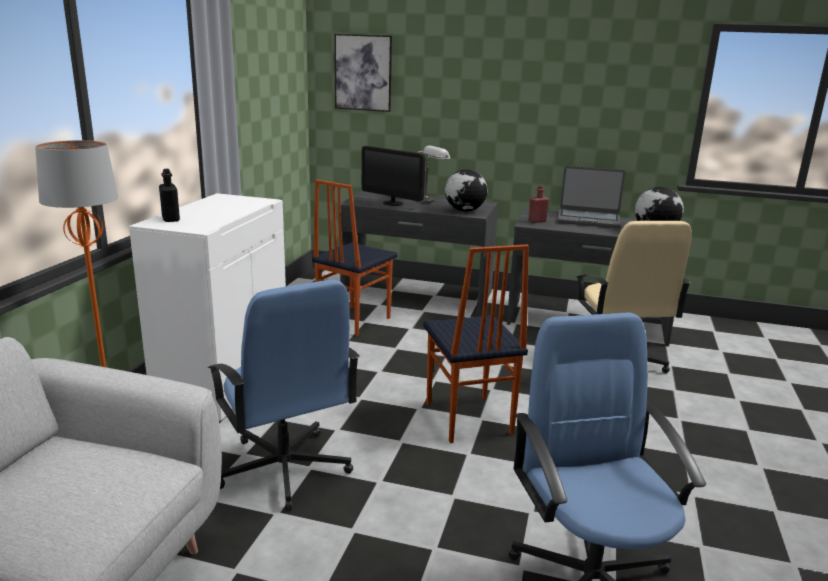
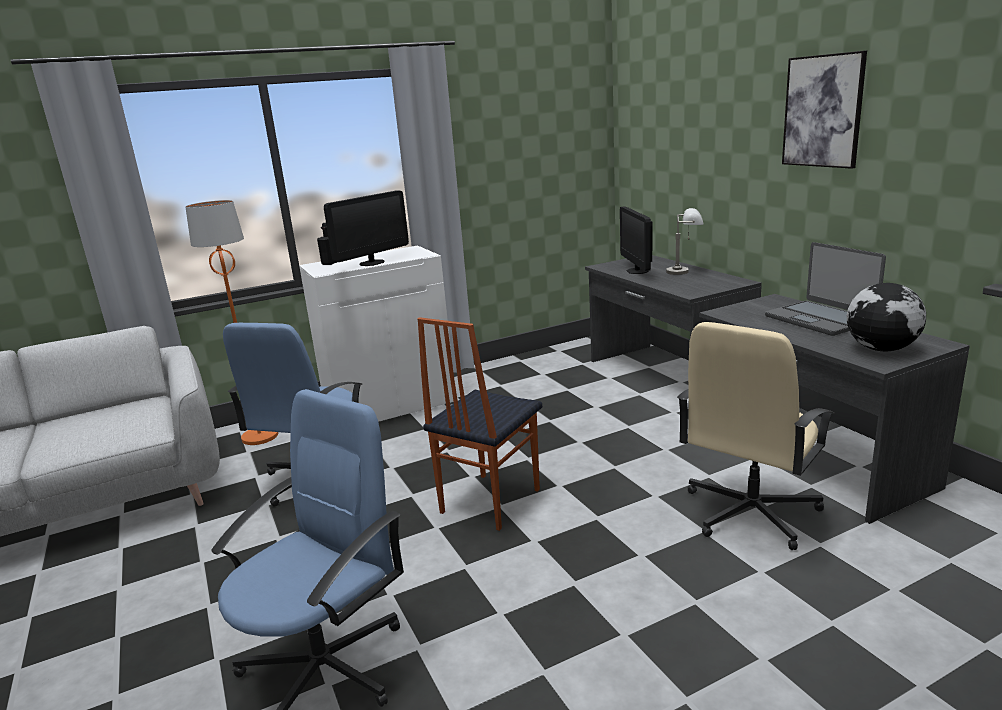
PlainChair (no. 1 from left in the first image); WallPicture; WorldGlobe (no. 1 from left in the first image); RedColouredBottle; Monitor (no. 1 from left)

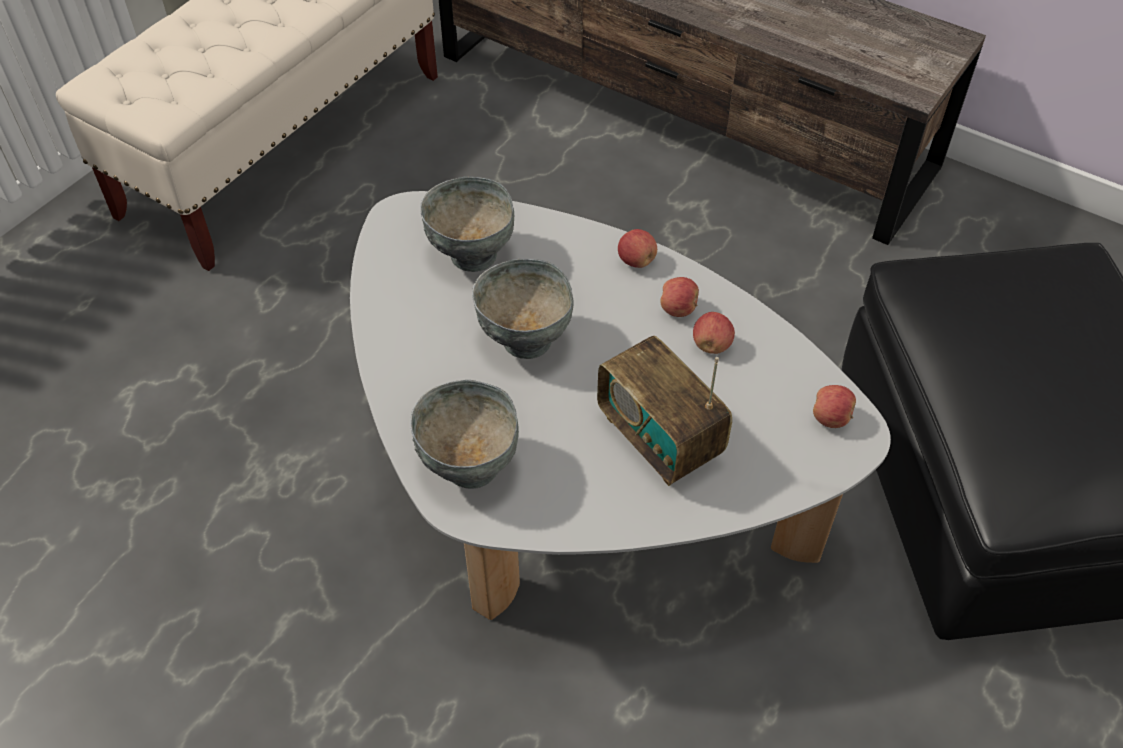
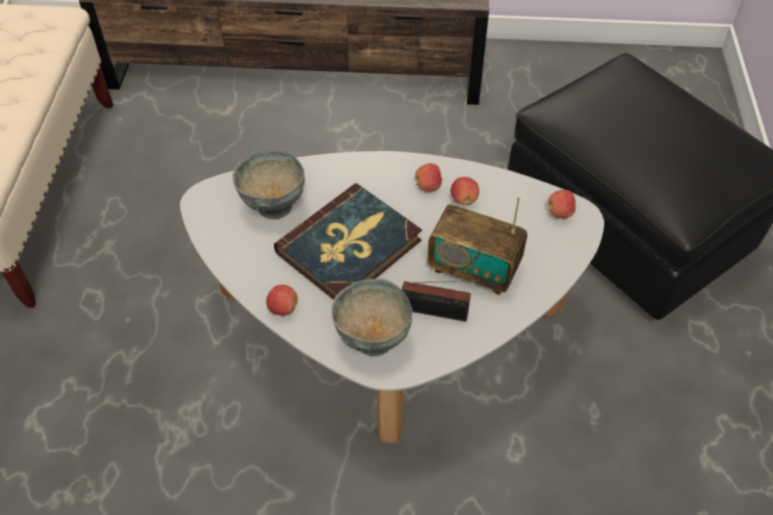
Volume; Apple (no. 1 from left); RadioReceiver (no. 1 from left)

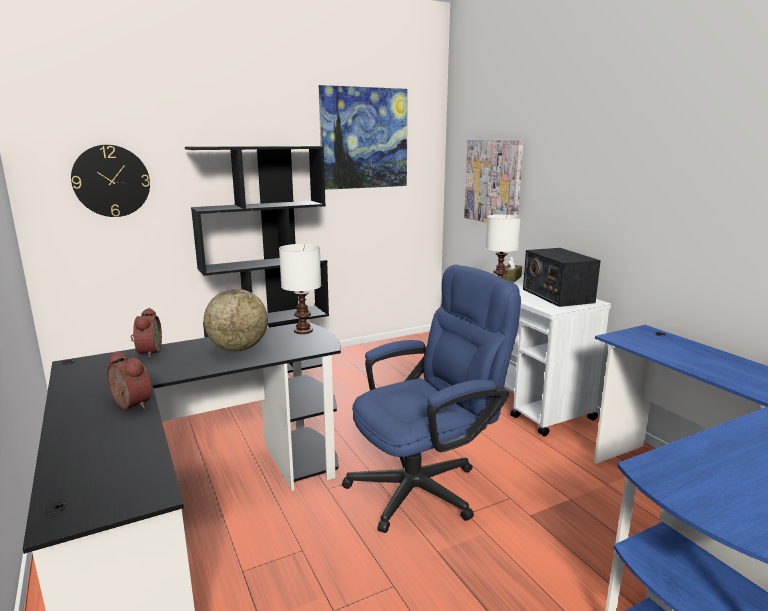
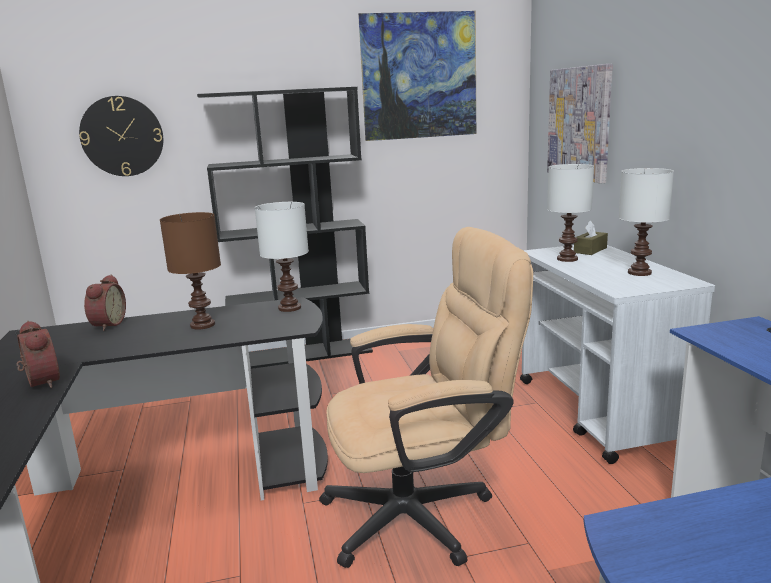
BrownColouredLampForATable; BeigeColouredDeskChair; WhiteColouredLampForATable (no. 3 from left)

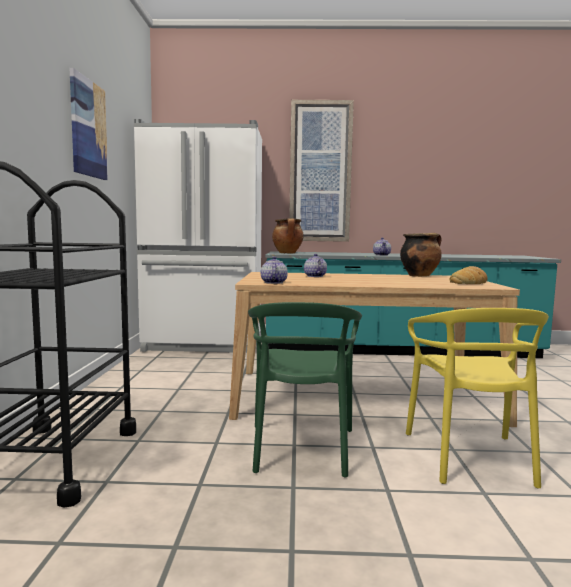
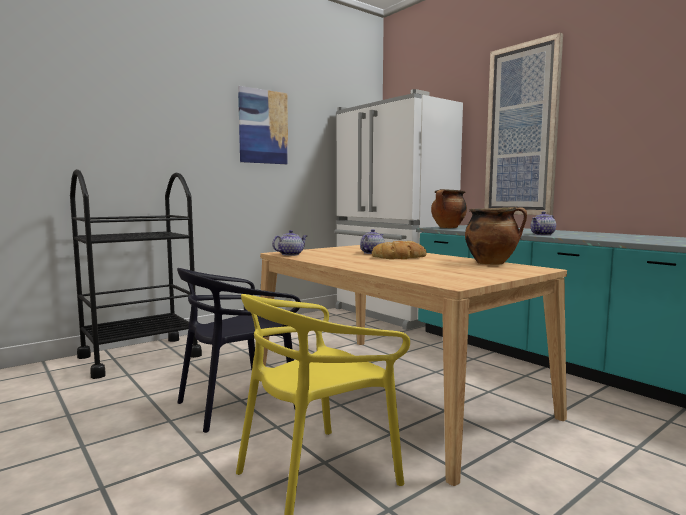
BlackishPlainChair; BakeryBread

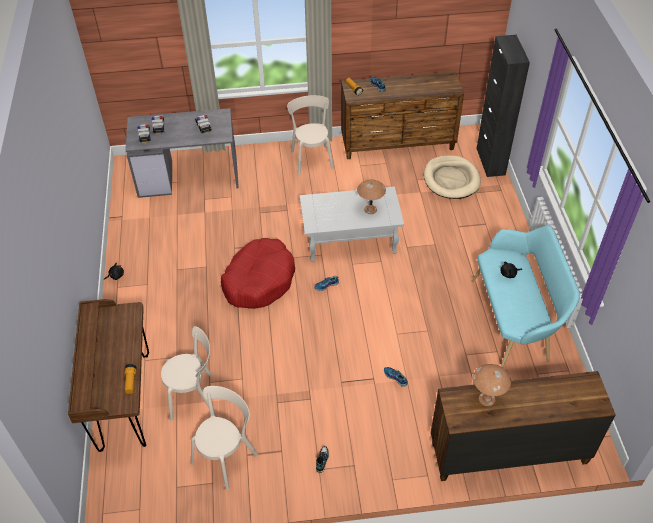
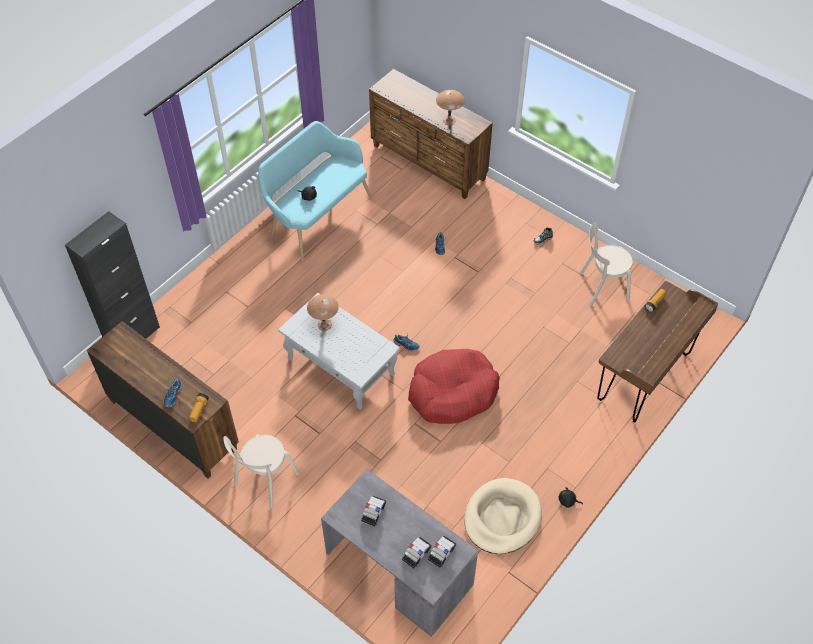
BeigeColouredPlainChair (no. 1 from left in the first image); BeigeColouredPetBed

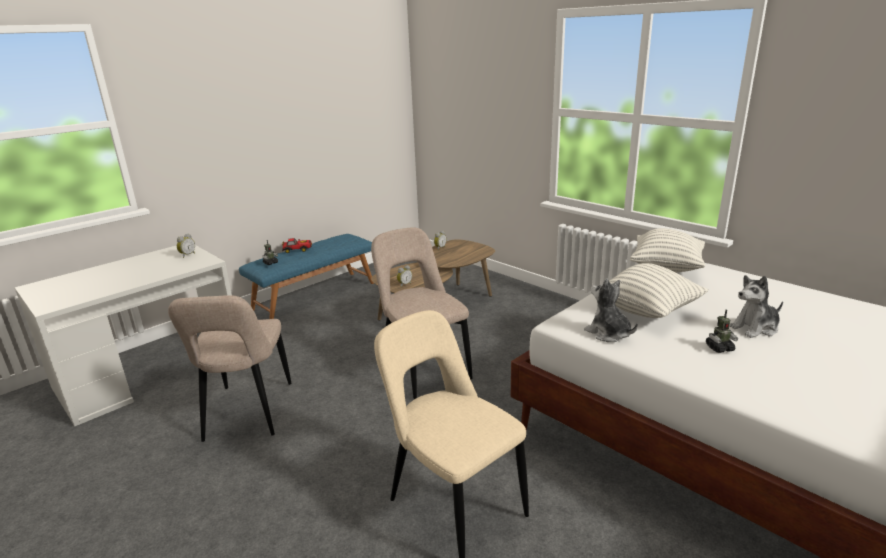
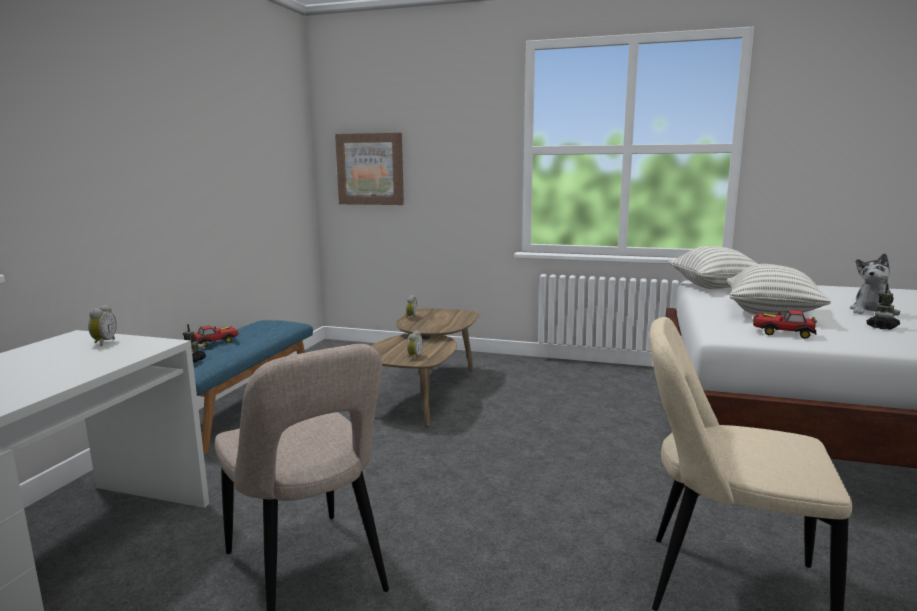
BeigeColouredPlainChair (no. 2 from left in the first image); ToyCar (no. 2 from left); WallPicture

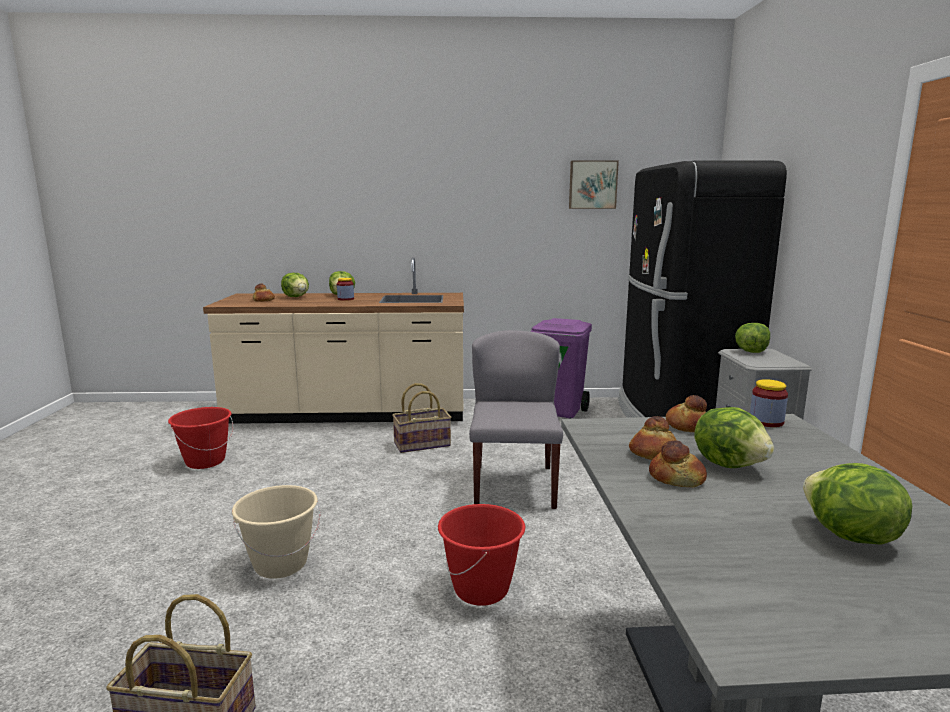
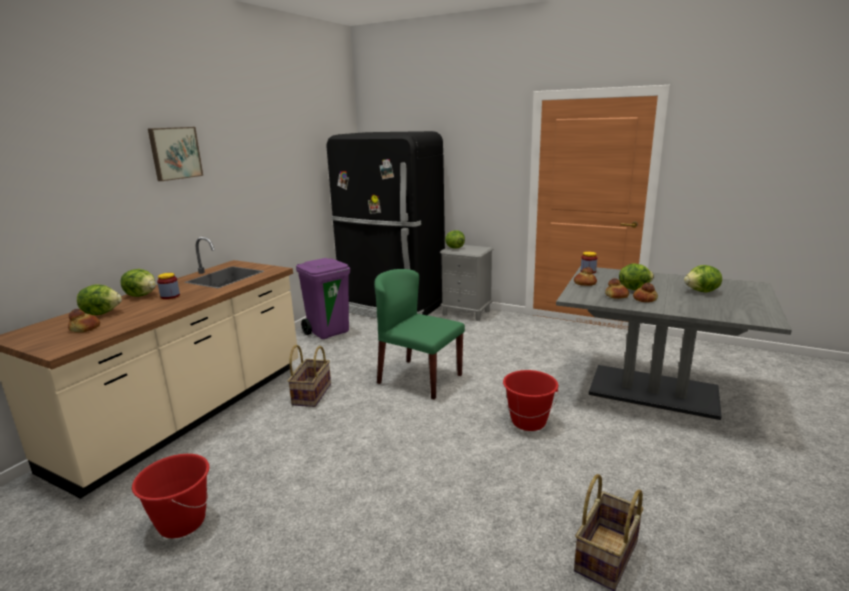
BeigeColouredWaterBucket; GreenishPlainChair; WallPicture

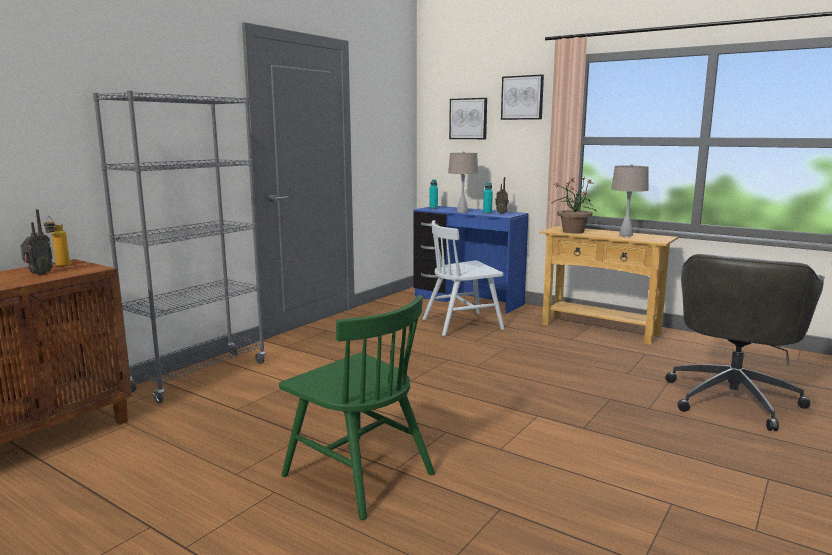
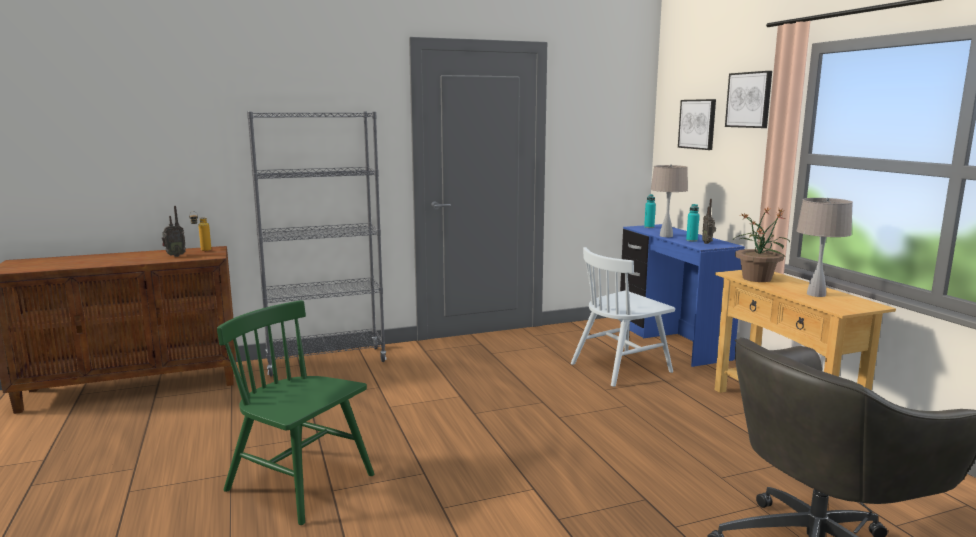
GreenishPlainChair; WhiteColouredPlainChair

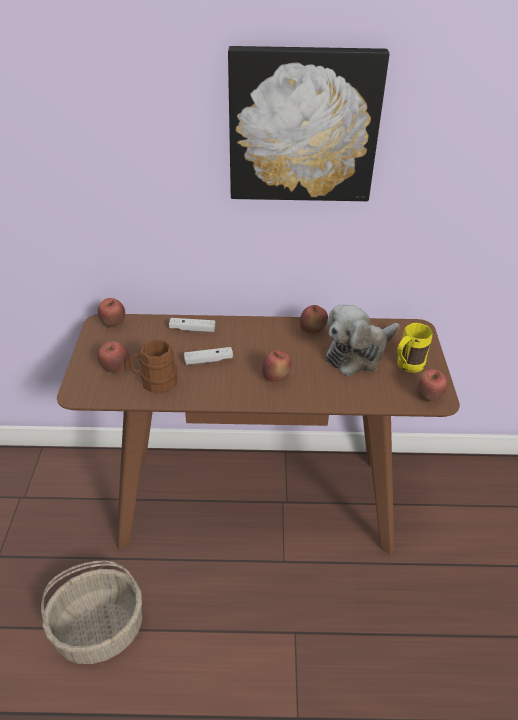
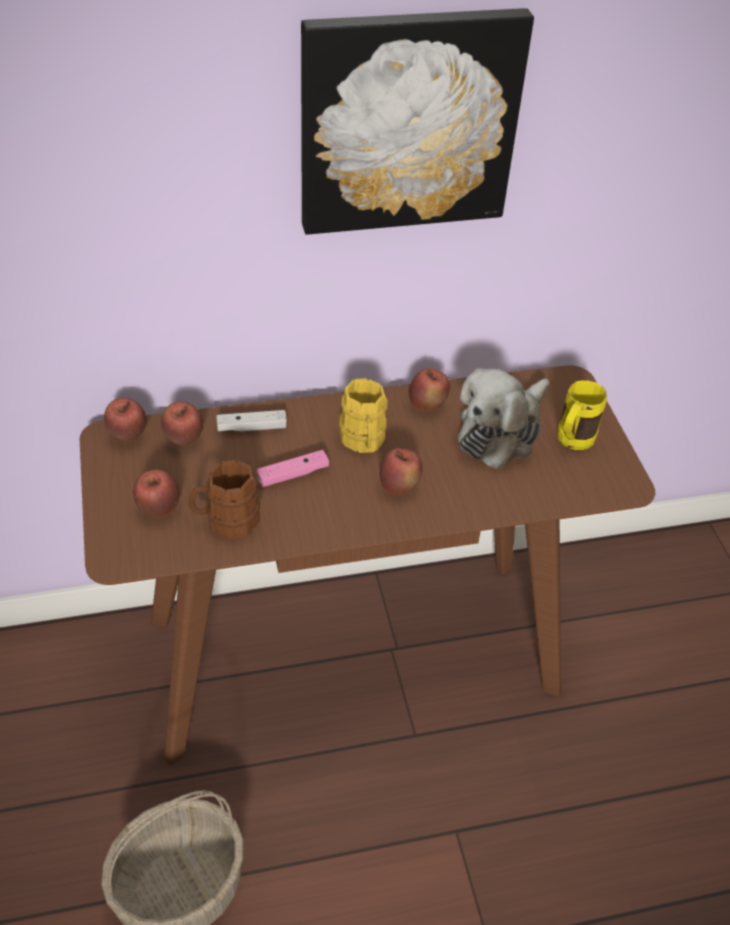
PinkColouredGameController; Apple (no. 3 from left); YellowishCoffeeMug (no. 1 from left)

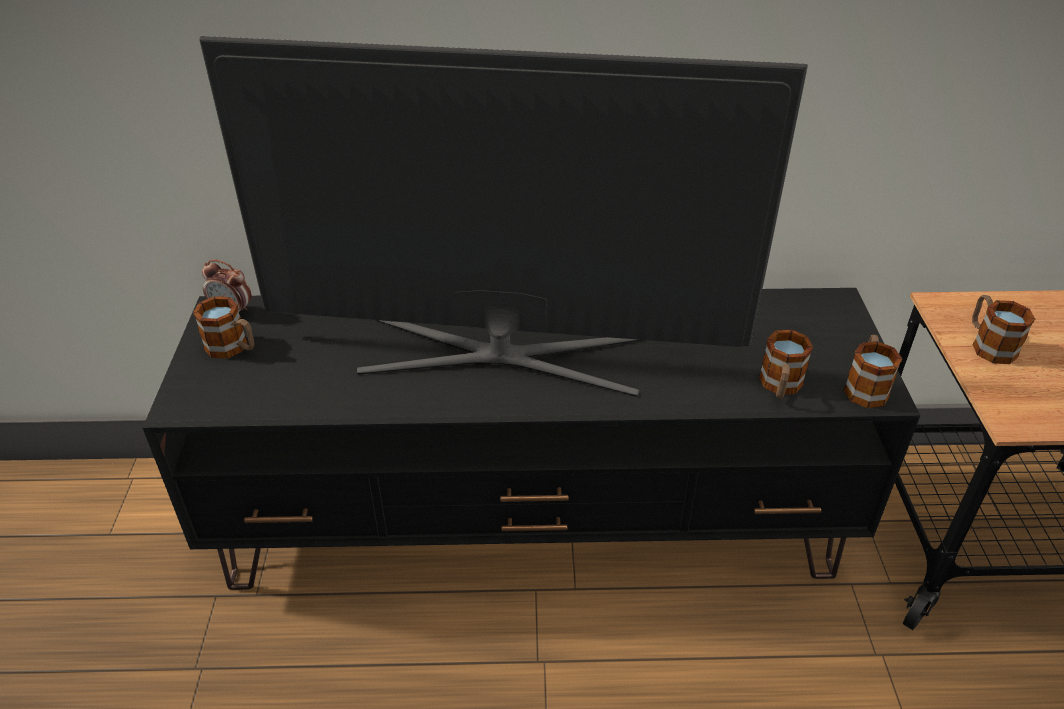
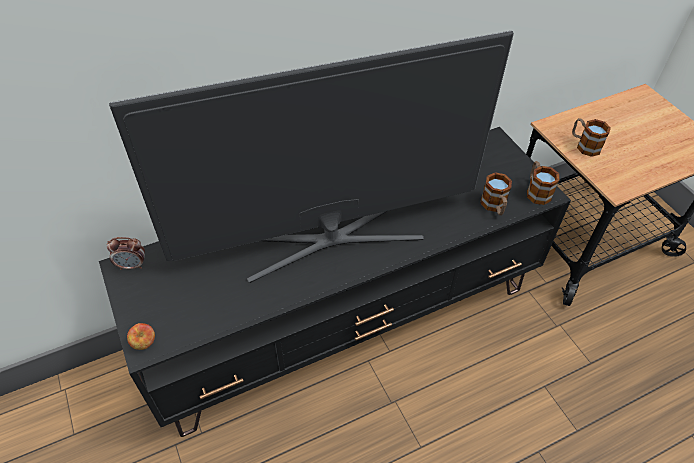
CoffeeMug (no. 1 from left in the first image); Apple

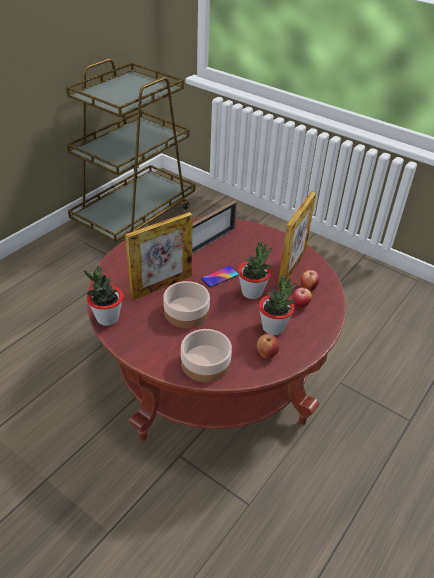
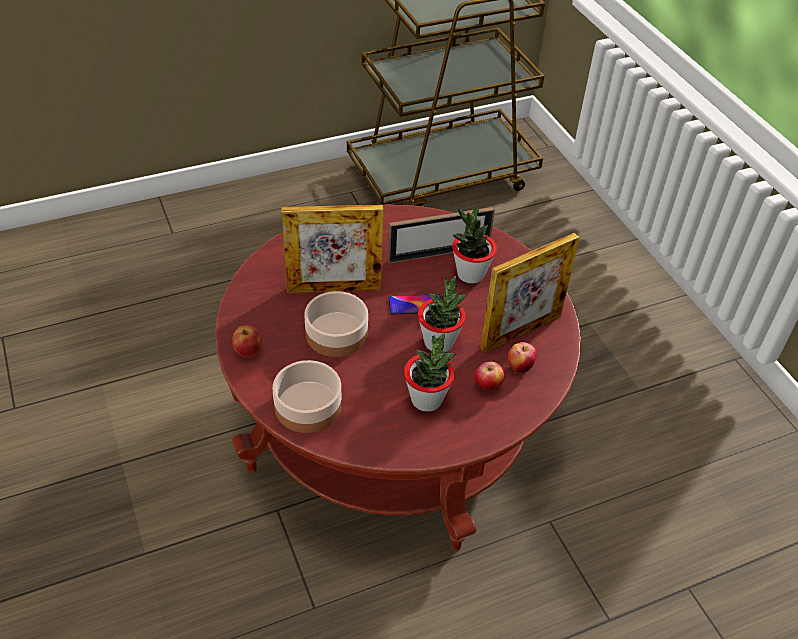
PlantInAPot (no. 3 from left); Apple (no. 1 from left)

